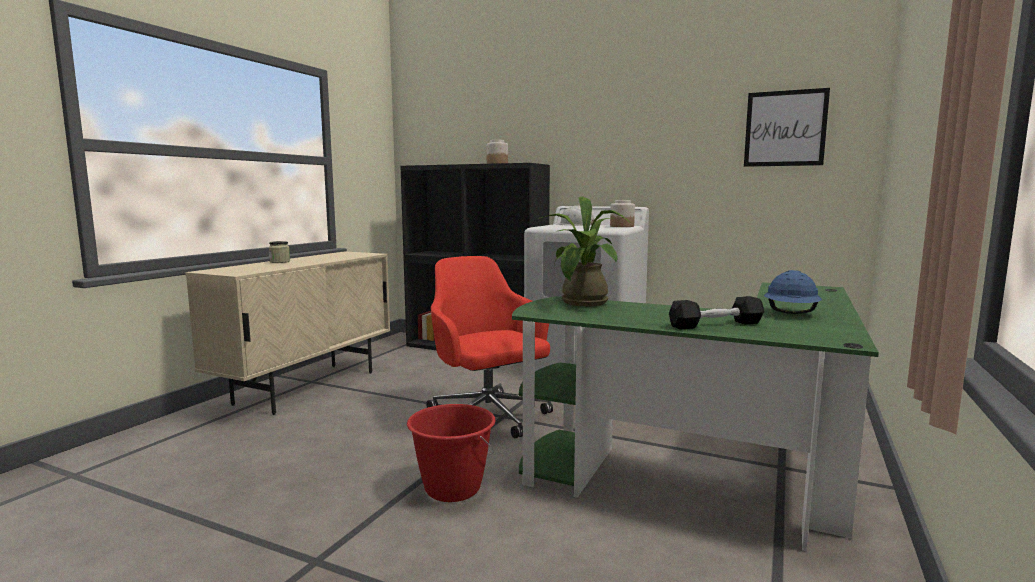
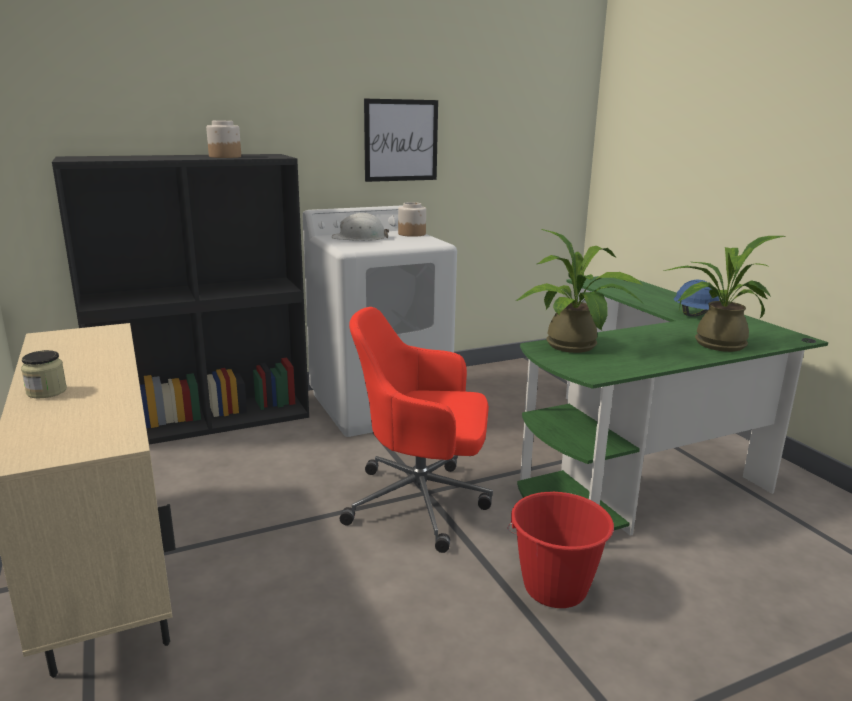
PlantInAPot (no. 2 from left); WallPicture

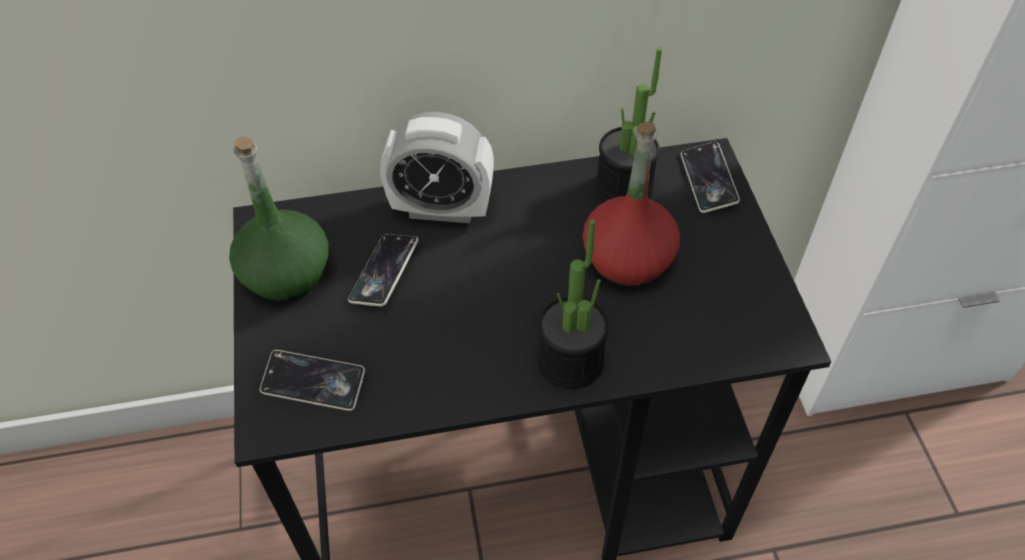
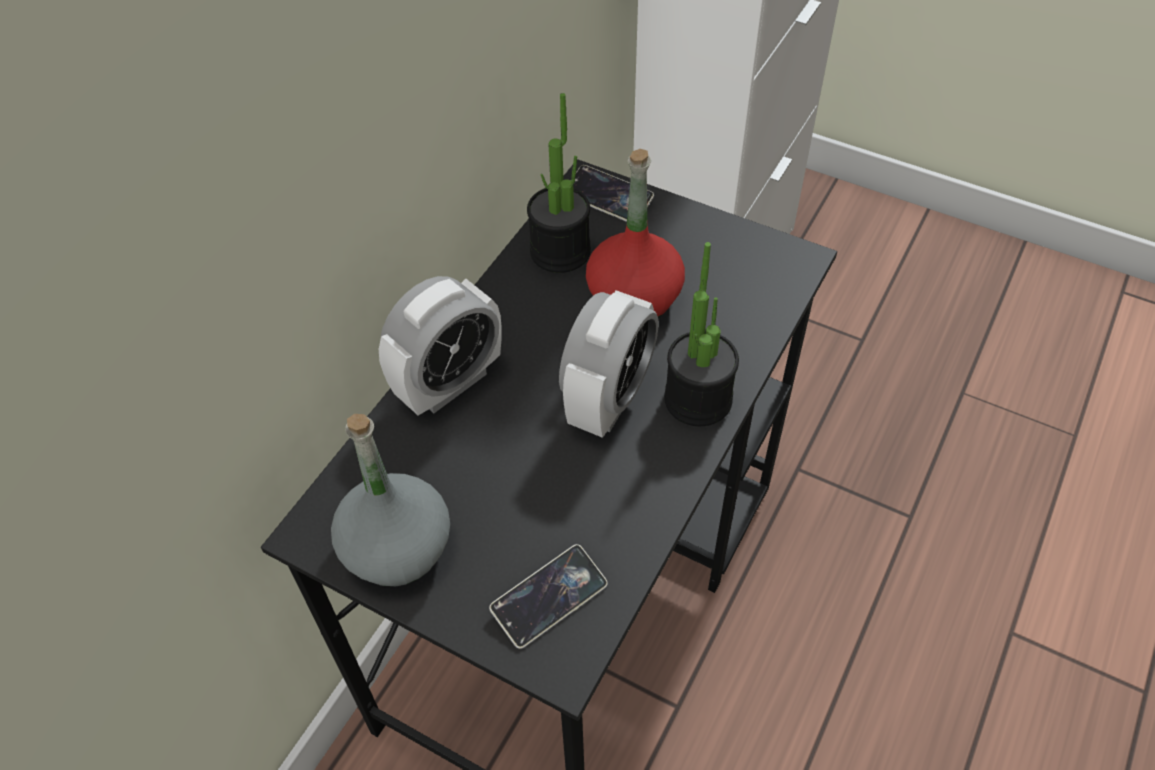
GrayBottle; Telephone (no. 2 from left in the first image); AlarmClock (no. 2 from left)

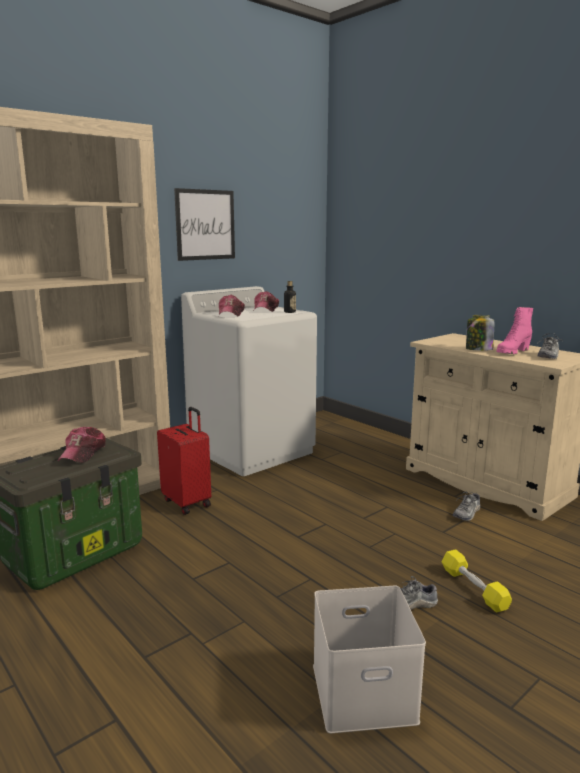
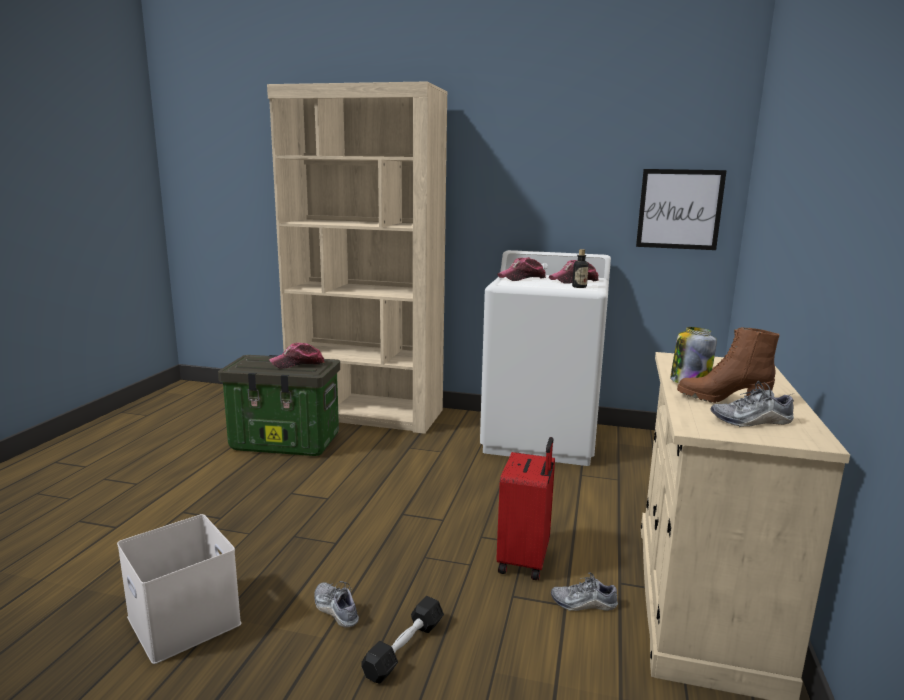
RedColouredTravelCase; WallPicture; BlackishDumbbell; BrownColouredHighTopBoot

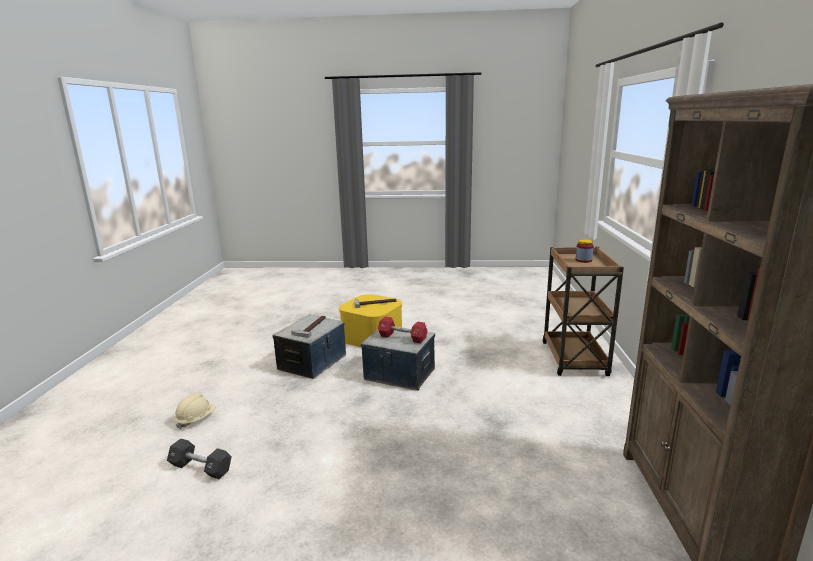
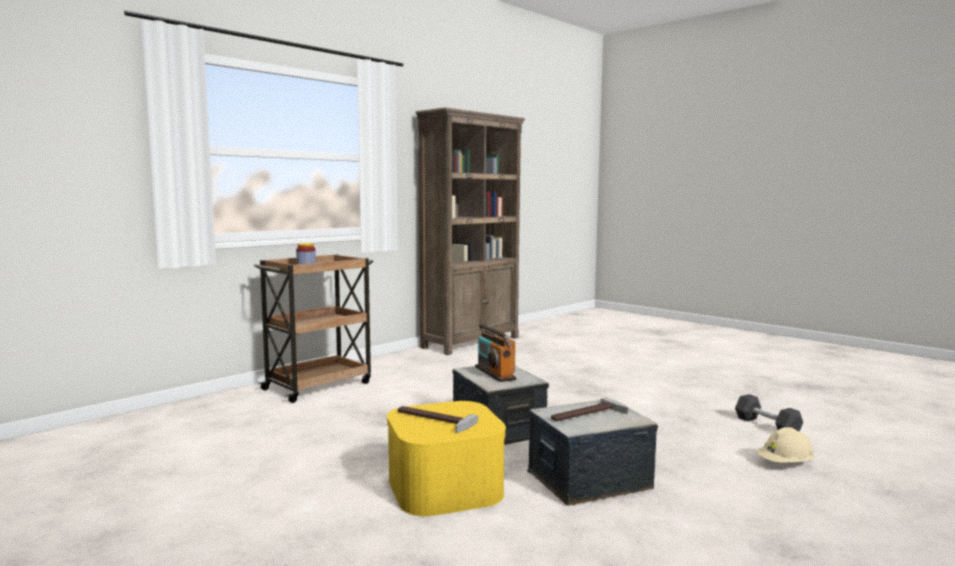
RadioReceiver

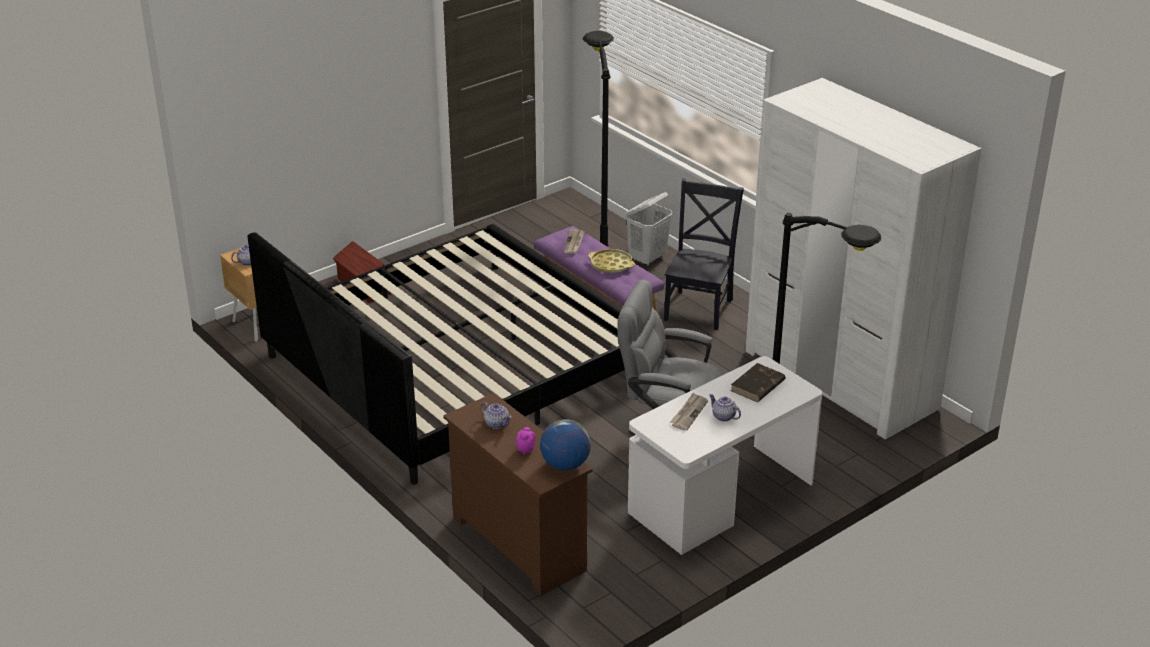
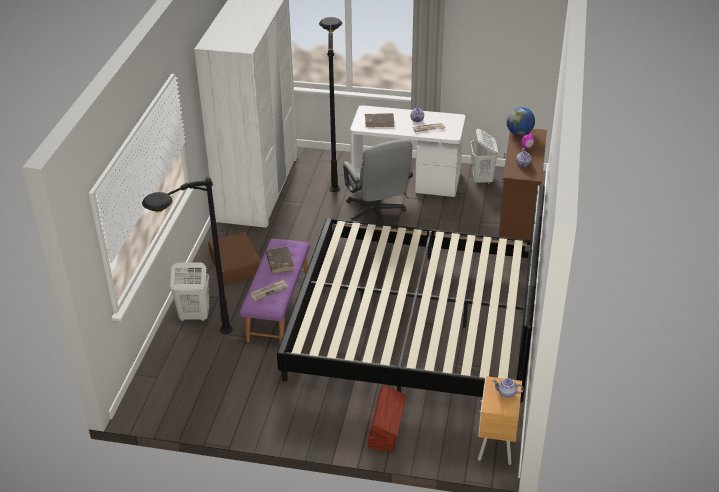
BrownColouredVolume (no. 1 from left); BrownColouredTravelCase; WhiteColouredLaundryBasket (no. 2 from left)

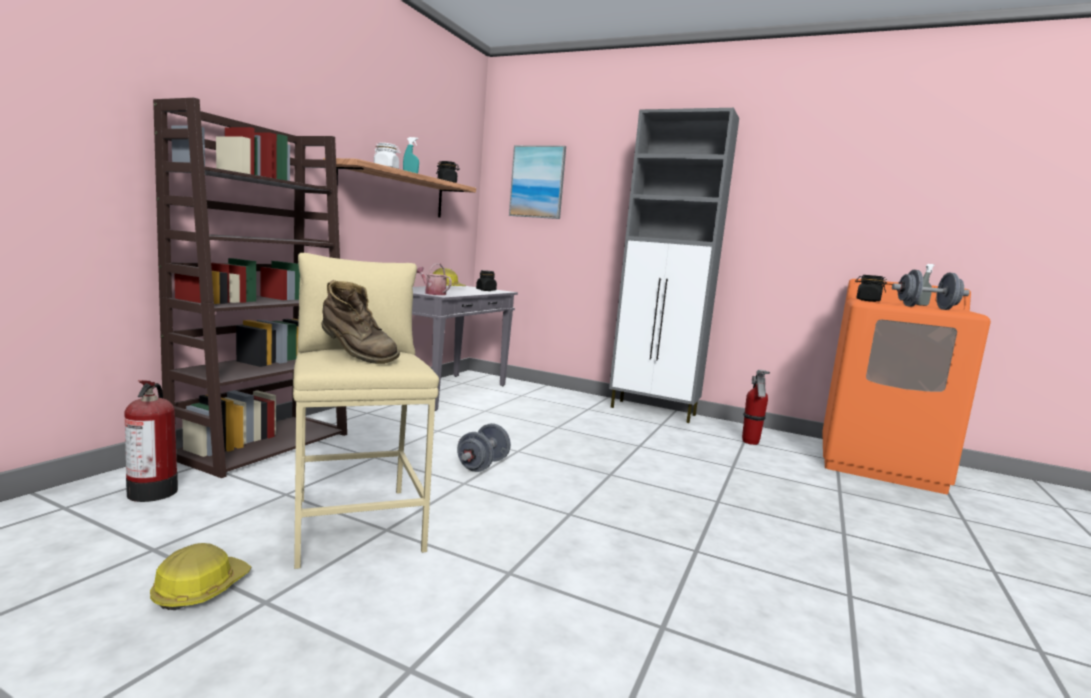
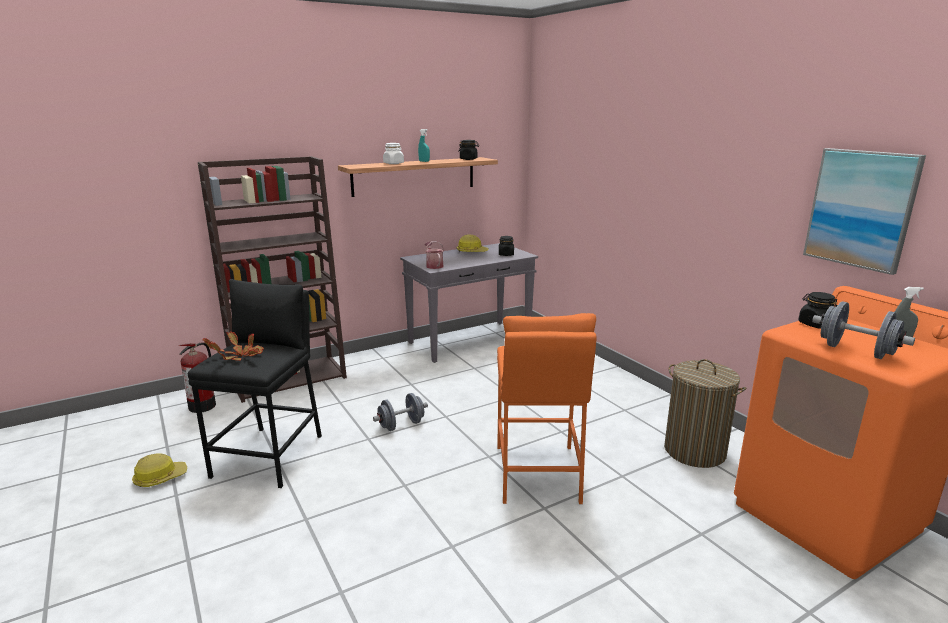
BlackishSittingStool; PlantInAPot; WallPicture; GrayCupboard; LaundryBasket; OrangeColouredSittingStool

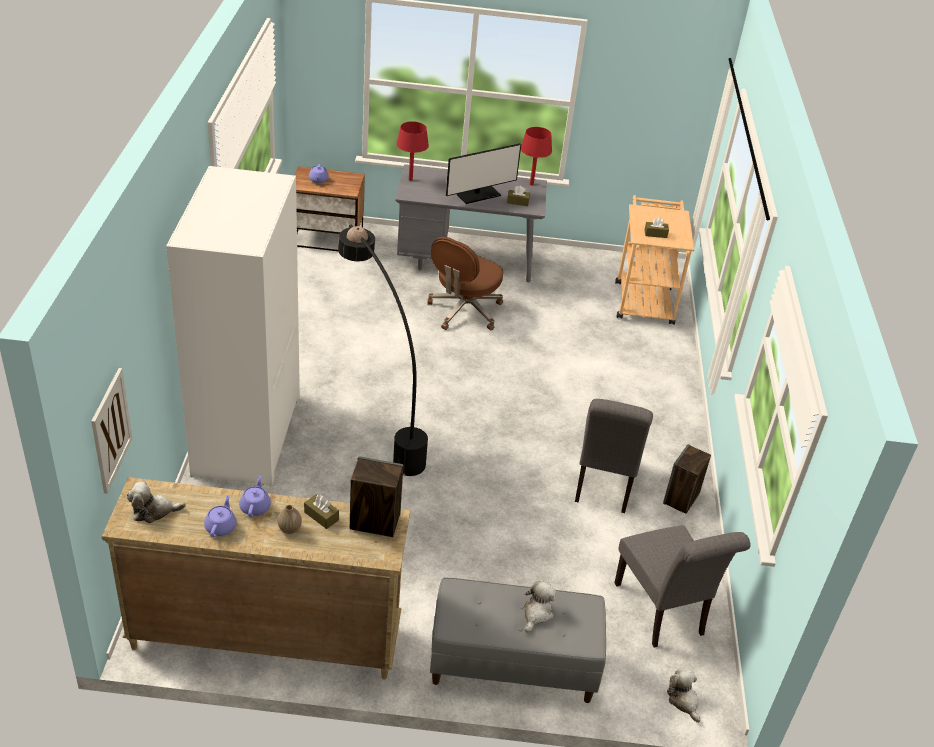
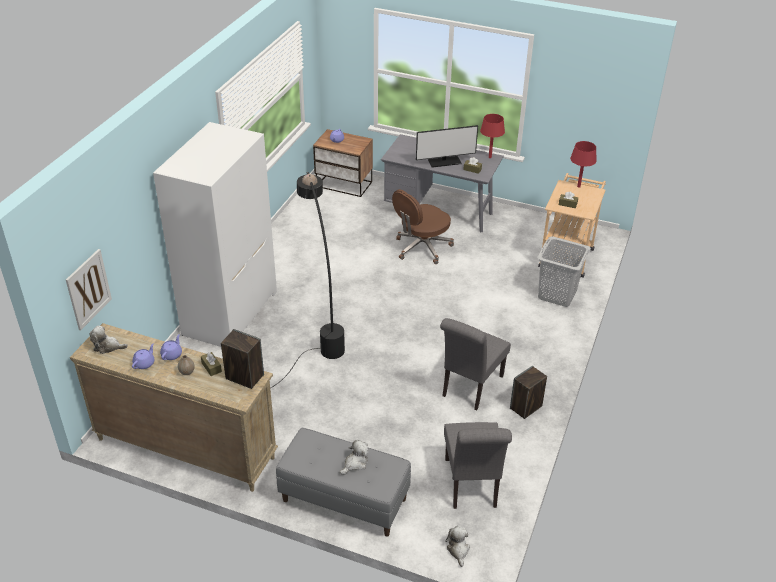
RedColouredLampForATable (no. 2 from left); GrayLaundryBasket

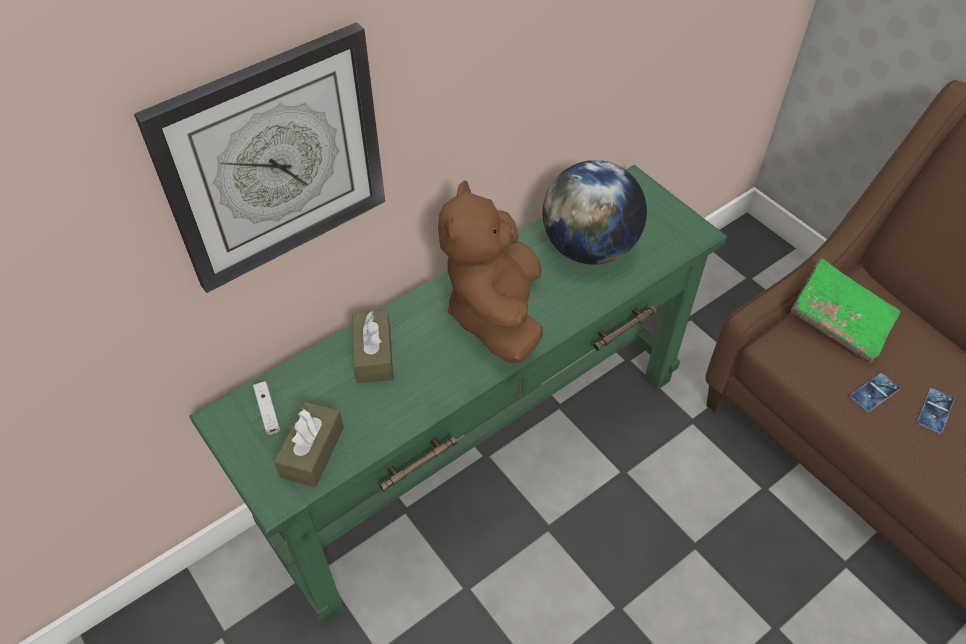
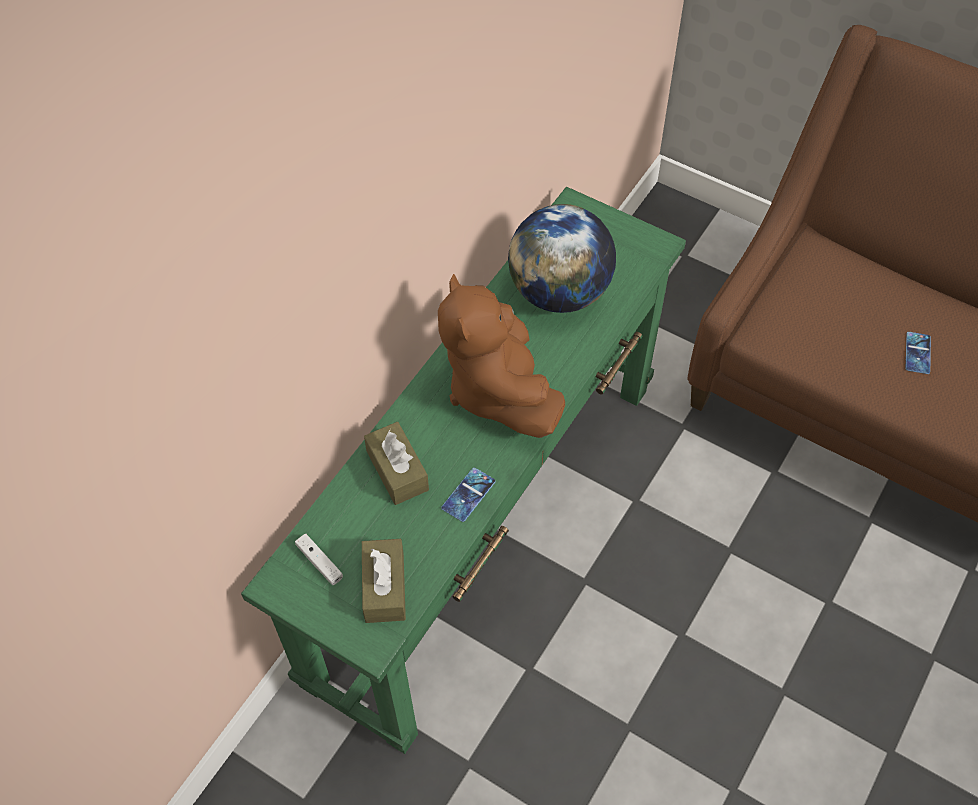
ClockOnTheWall; GreenishVolume; Telephone (no. 1 from left)

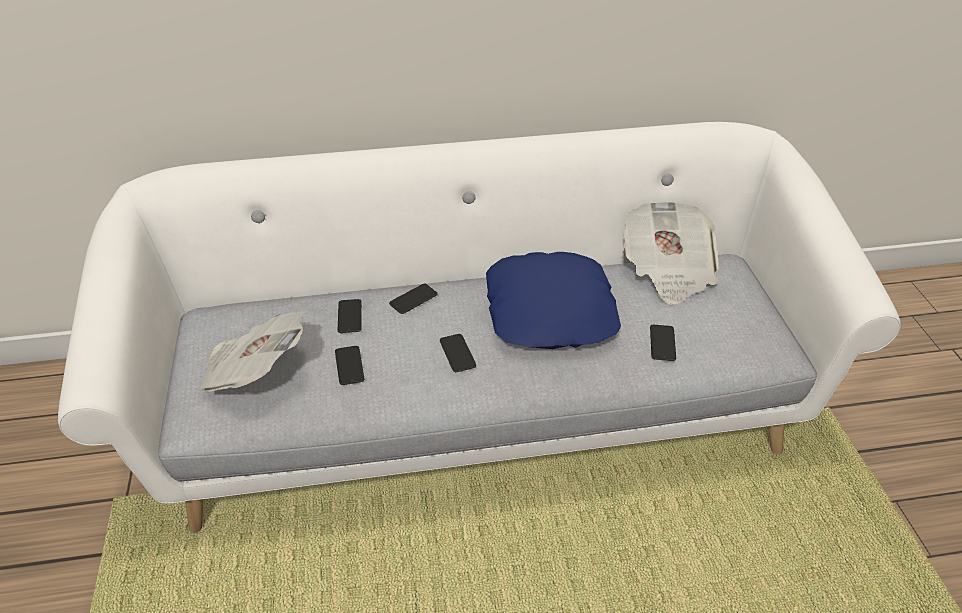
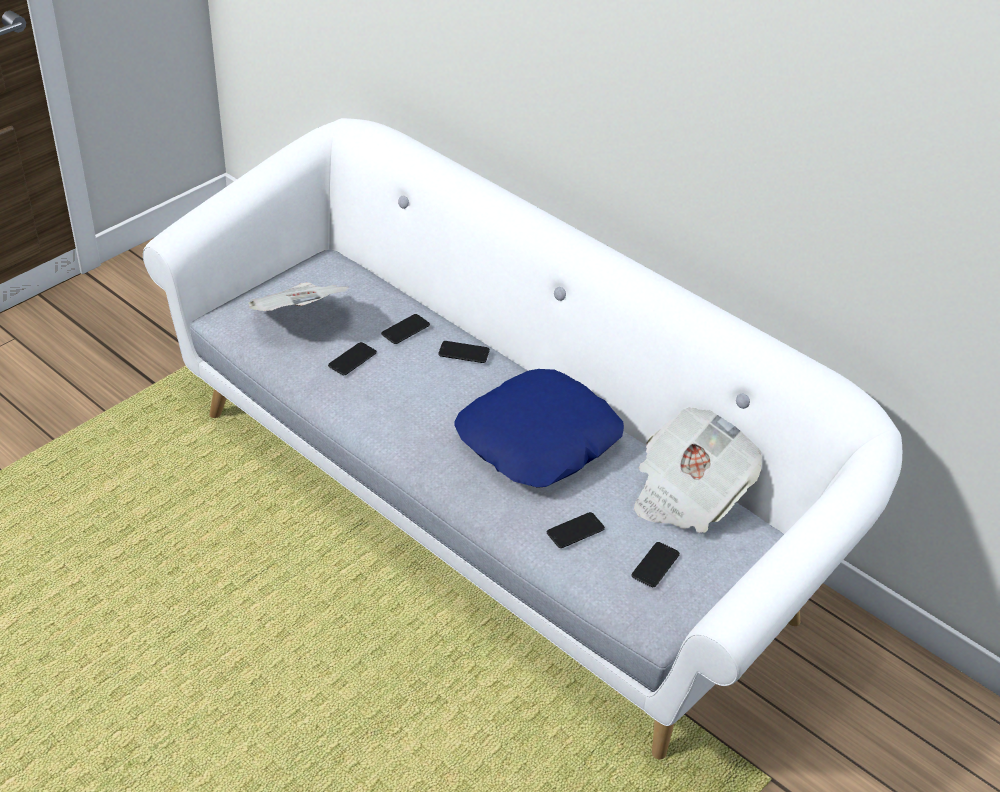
Telephone (no. 5 from left)

